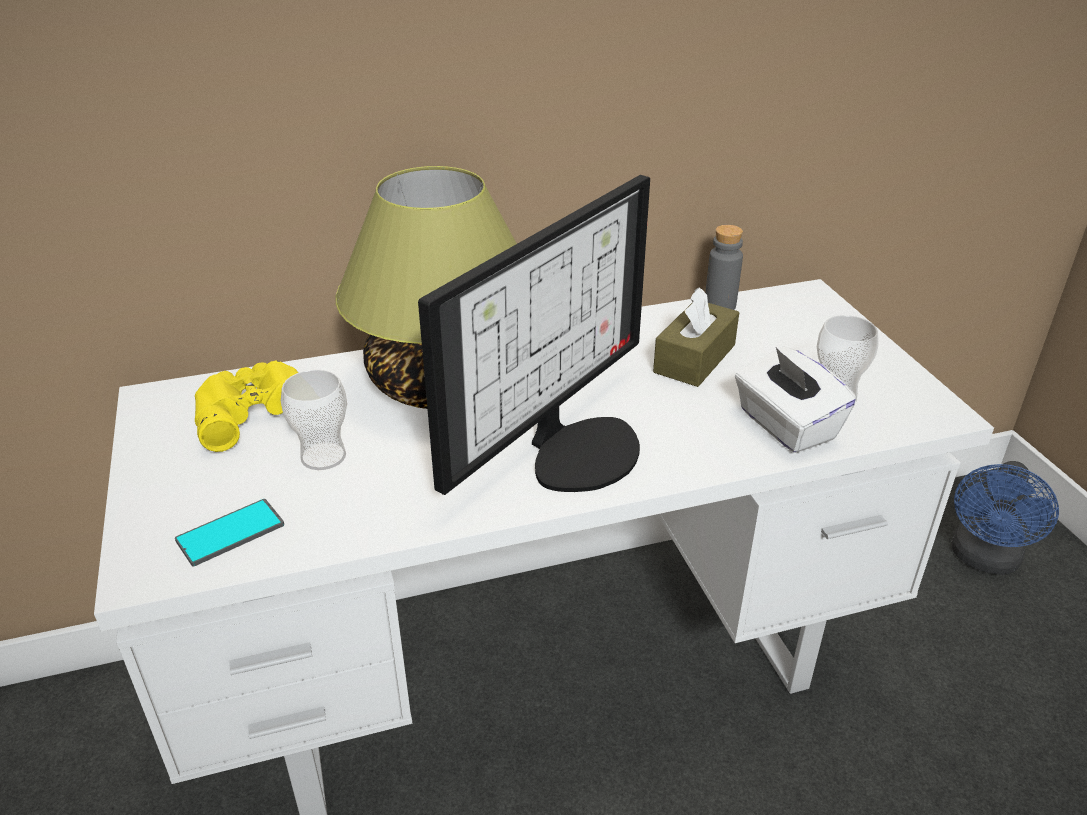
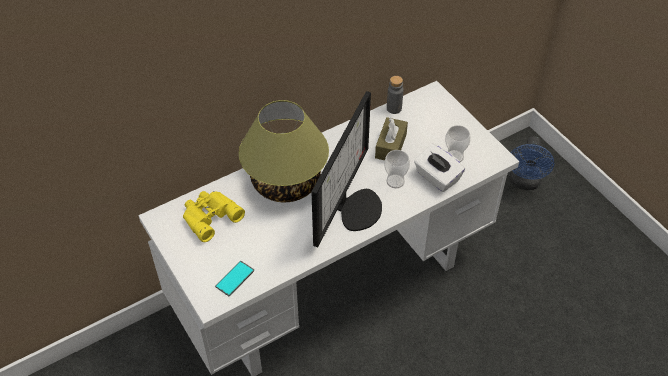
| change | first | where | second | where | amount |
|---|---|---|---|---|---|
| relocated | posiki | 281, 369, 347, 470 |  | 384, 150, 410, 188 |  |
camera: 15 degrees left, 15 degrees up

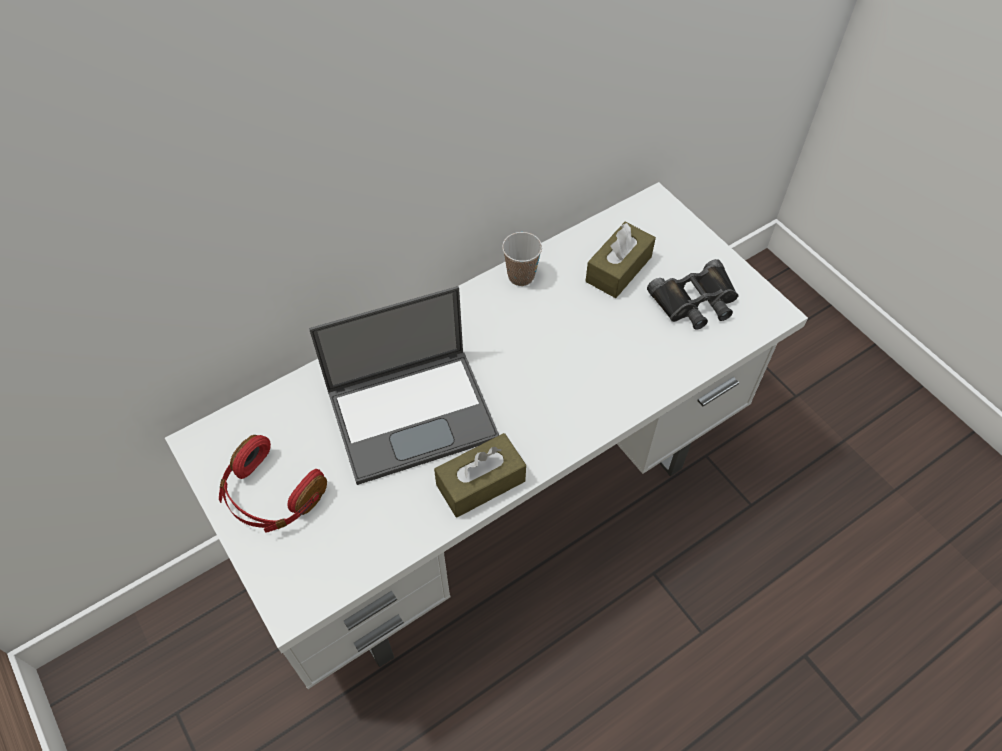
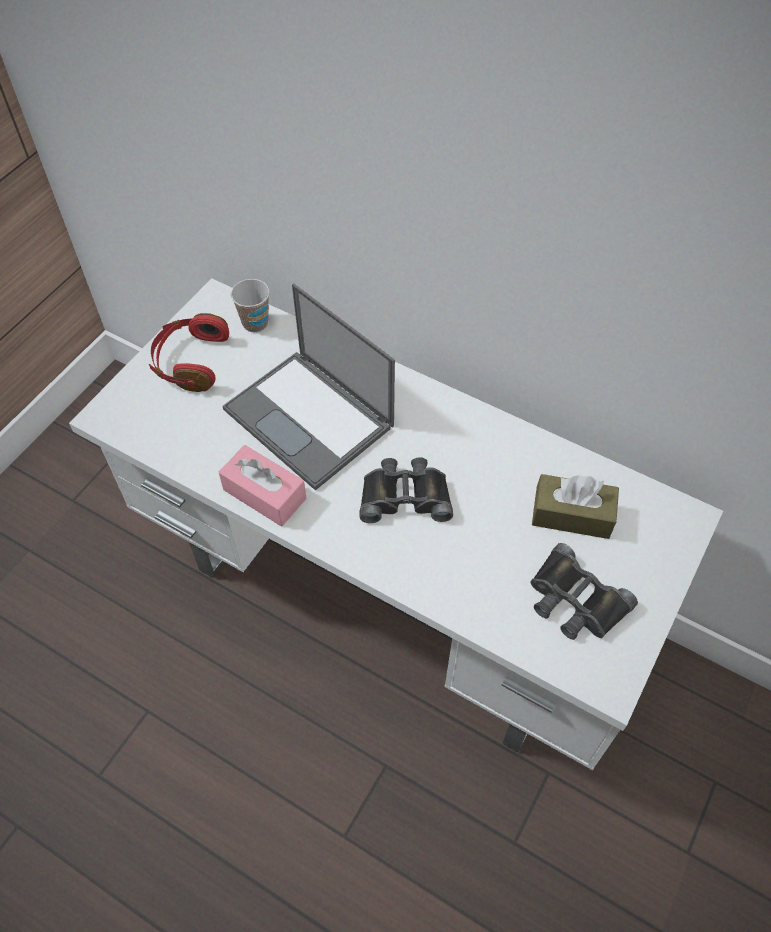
| change | first | where | second | where | amount |
|---|---|---|---|---|---|
| colour | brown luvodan | 434, 433, 526, 518 | pink luvodan | 219, 445, 307, 526 |  |
| relocated | posiki | 502, 232, 542, 286 |  | 231, 279, 270, 332 |  |
| appeared |  |  | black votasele | 360, 457, 453, 523 |  |
camera: 65 degrees right, 0 degrees up

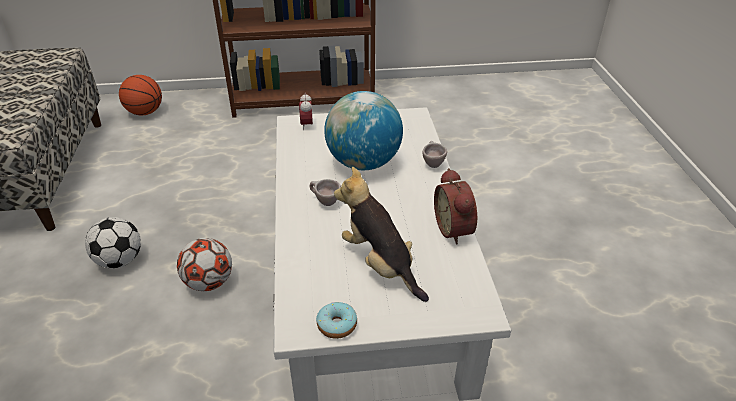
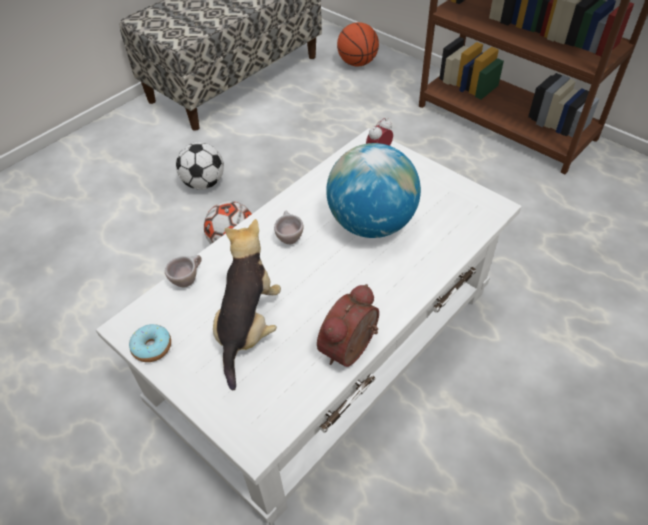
| change | first | where | second | where | amount |
|---|---|---|---|---|---|
| relocated | beige posiki | 422, 141, 447, 168 |  | 165, 255, 202, 288 |  |
camera: 50 degrees right, 10 degrees up

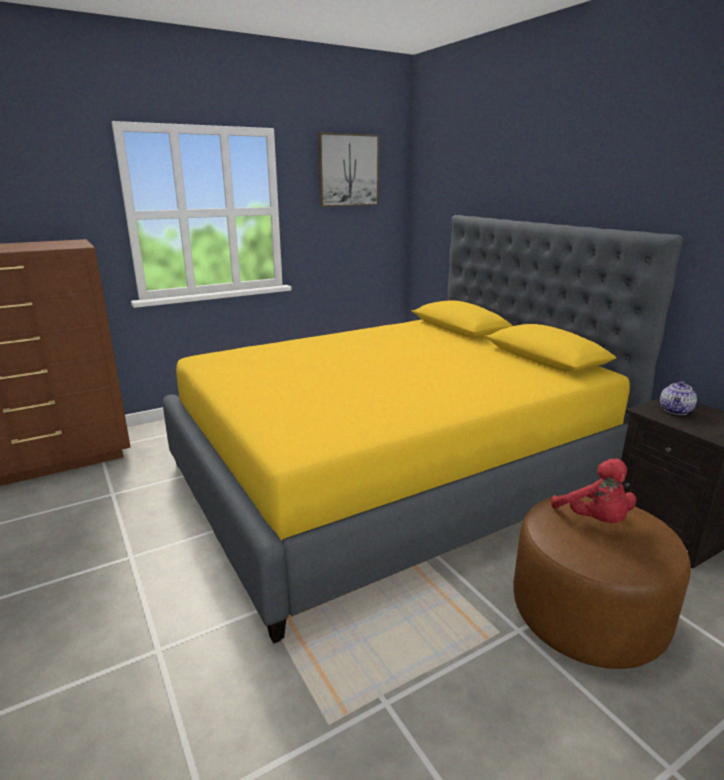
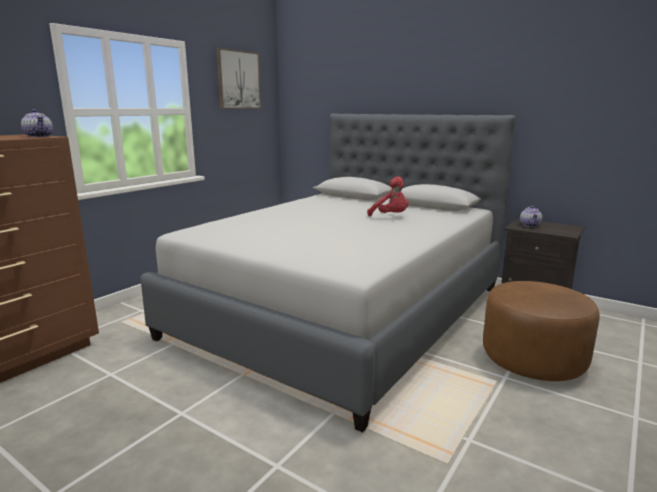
| change | first | where | second | where | amount |
|---|---|---|---|---|---|
| colour | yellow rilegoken | 163, 215, 683, 643 | grey rilegoken | 141, 114, 515, 432 |  |
| relocated | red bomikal | 551, 459, 636, 523 |  | 367, 176, 409, 216 |  |
| appeared |  |  | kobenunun | 21, 109, 53, 137 |  |
camera: 25 degrees left, 5 degrees down

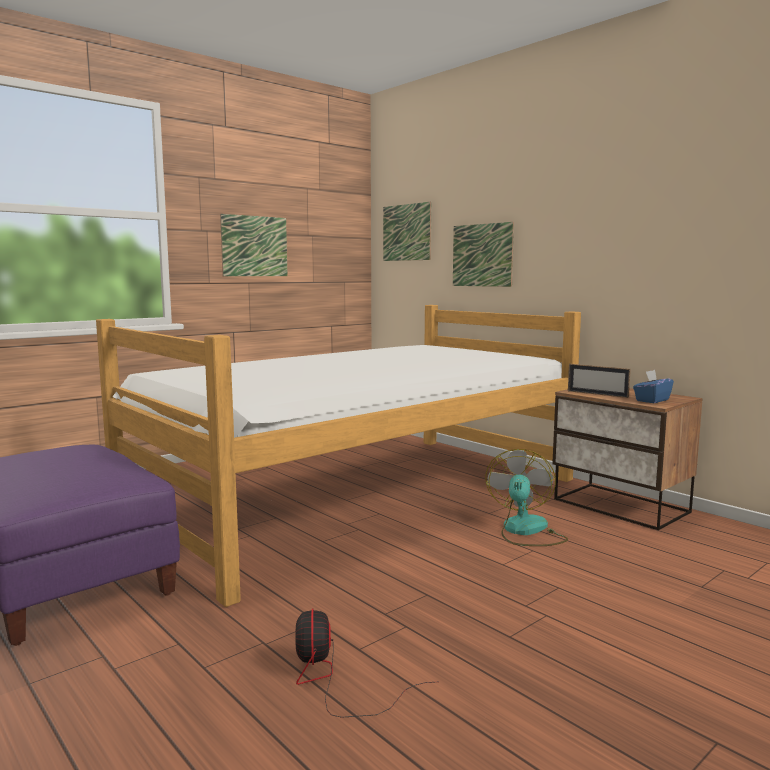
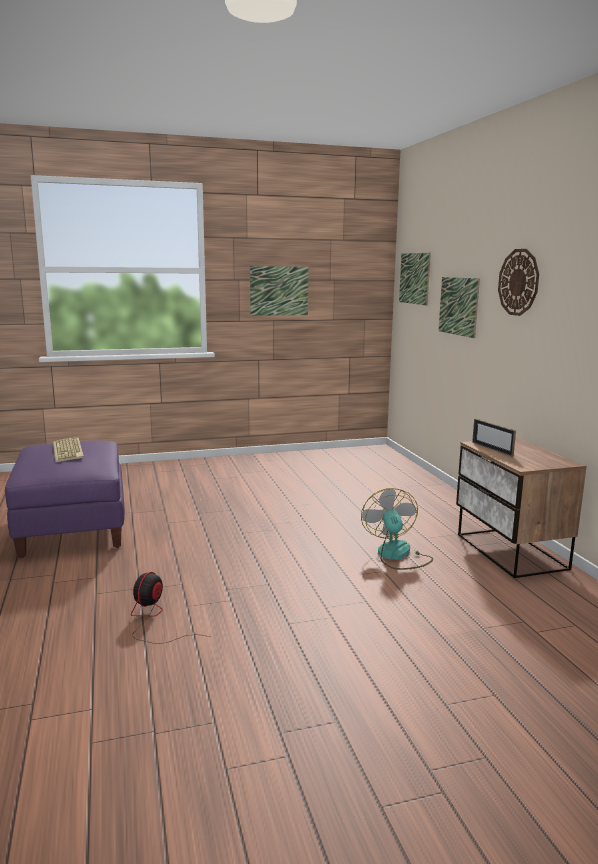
| change | first | where | second | where | amount |
|---|---|---|---|---|---|
| missing | rilegoken | 96, 305, 581, 607 |  |  |  |
| spun | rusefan | 485, 449, 568, 546 |  | 361, 488, 433, 570 | 45 degrees counterclockwise |
| missing | blue luvodan | 633, 370, 674, 403 |  |  |  |
| appeared |  |  | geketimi | 53, 437, 84, 462 |  |
| appeared |  |  | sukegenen | 498, 249, 539, 316 |  |
camera: 25 degrees right, 5 degrees up

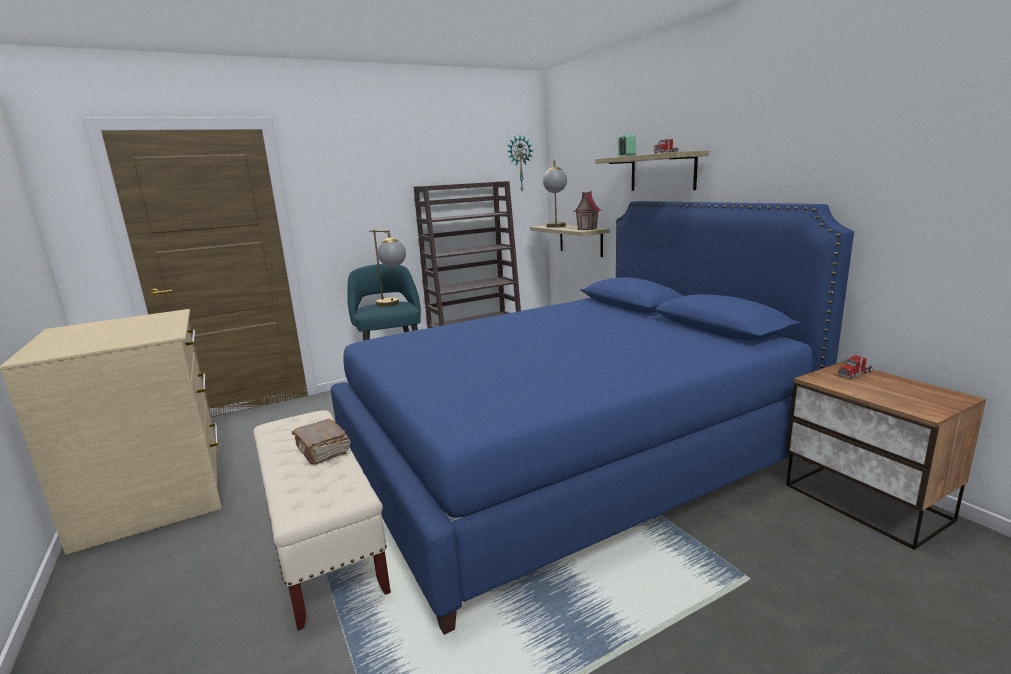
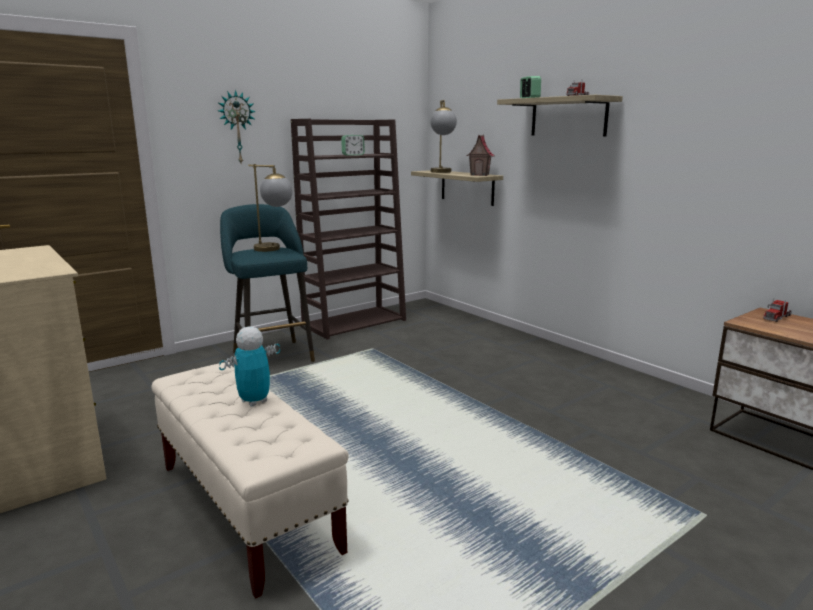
| change | first | where | second | where | amount |
|---|---|---|---|---|---|
| exchanged | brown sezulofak | 292, 419, 351, 465 | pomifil | 219, 326, 280, 407 |  |
| missing | blue rilegoken | 331, 201, 854, 635 |  |  |  |
| relocated | sukegenen | 507, 136, 533, 191 |  | 218, 90, 256, 163 |  |
| appeared |  |  | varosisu | 341, 135, 365, 156 |  |
camera: 10 degrees left, 0 degrees up

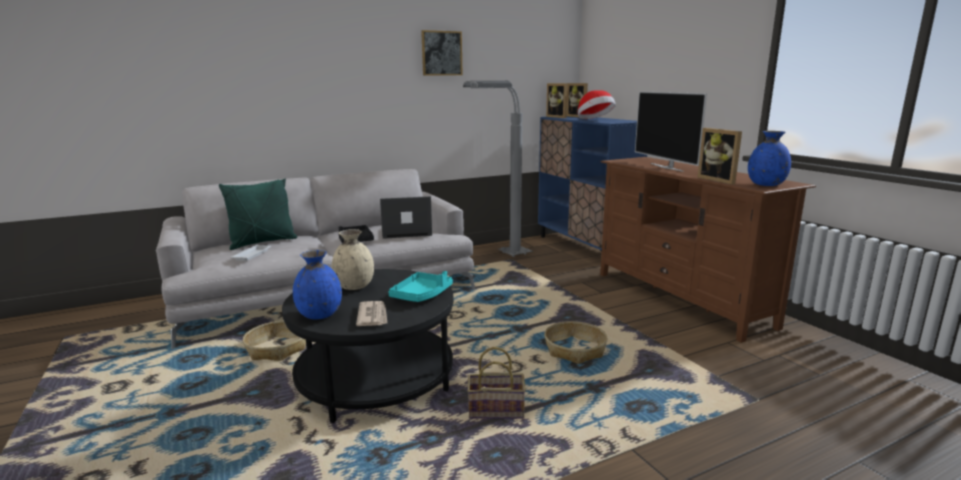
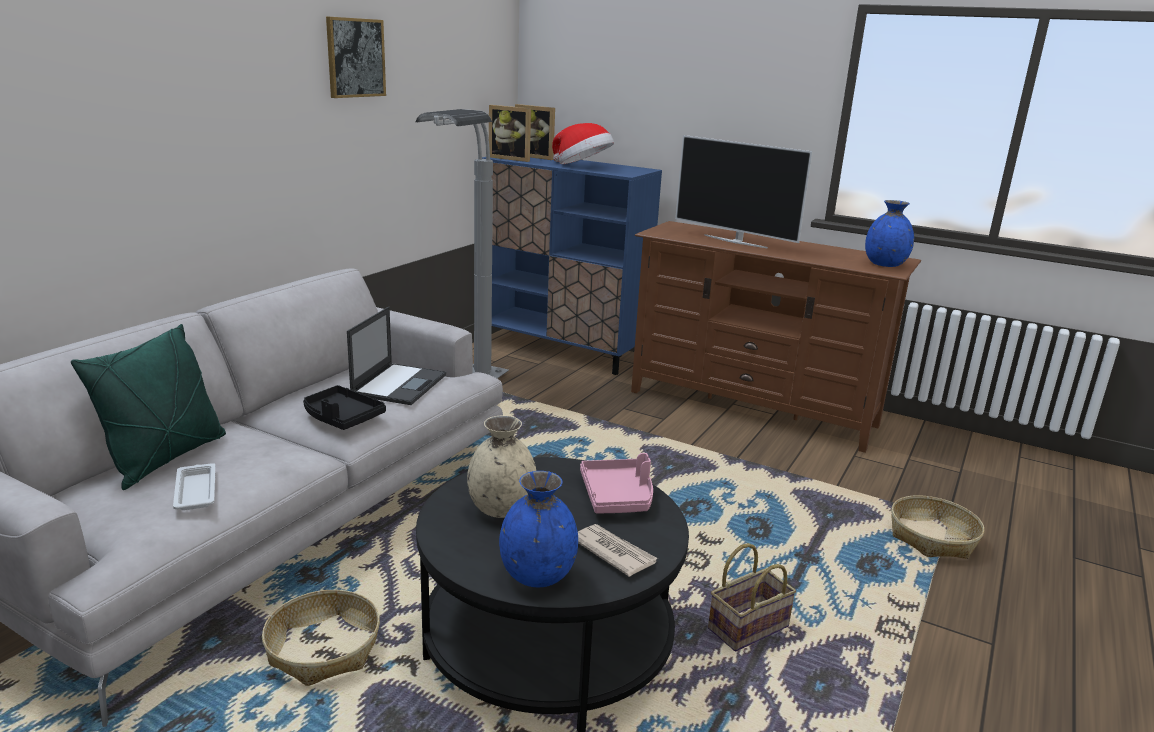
| change | first | where | second | where | amount |
|---|---|---|---|---|---|
| spun | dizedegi | 380, 196, 432, 239 |  | 347, 307, 446, 405 | 150 degrees clockwise |
| colour | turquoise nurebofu | 388, 271, 453, 302 | pink nurebofu | 580, 453, 653, 514 |  |
| relocated | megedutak | 544, 321, 607, 364 |  | 891, 495, 984, 559 |  |
| missing | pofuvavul | 698, 128, 742, 185 |  |  |  |
camera: 35 degrees left, 5 degrees up

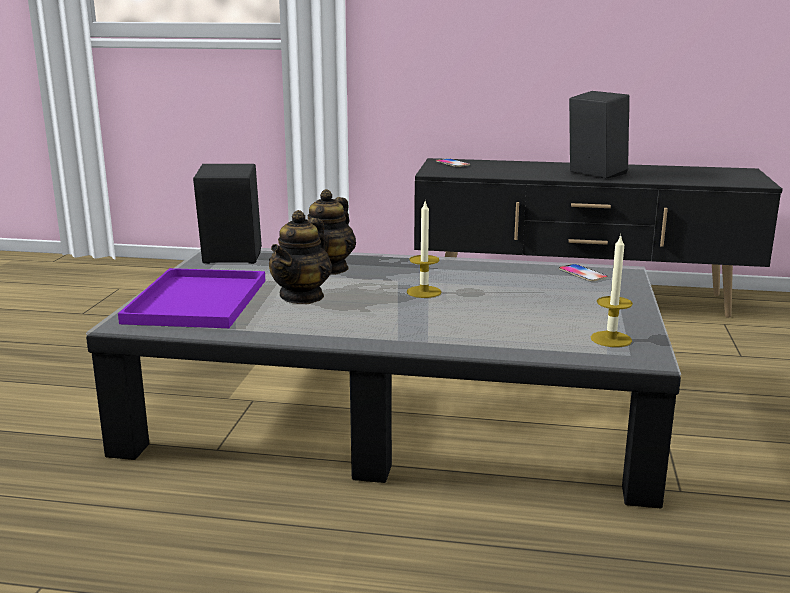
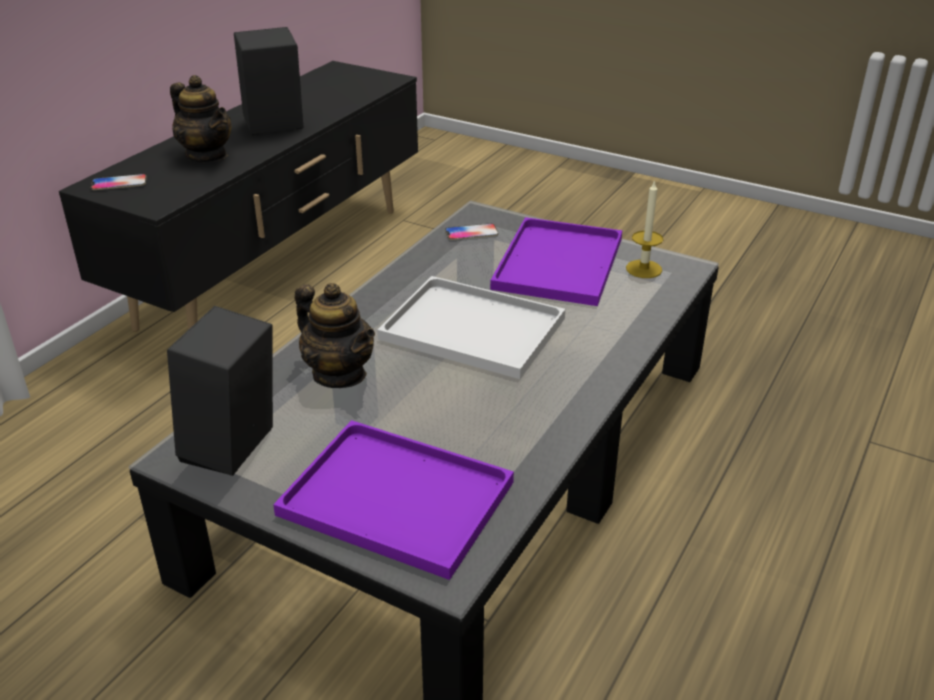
| change | first | where | second | where | amount |
|---|---|---|---|---|---|
| relocated | kobenunun | 269, 210, 332, 304 |  | 170, 75, 232, 163 |  |
| exchanged | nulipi | 407, 202, 442, 298 | white nurebofu | 377, 276, 565, 379 |  |
| appeared |  |  | purple nurebofu | 490, 217, 622, 306 |  |
camera: 70 degrees left, 15 degrees up

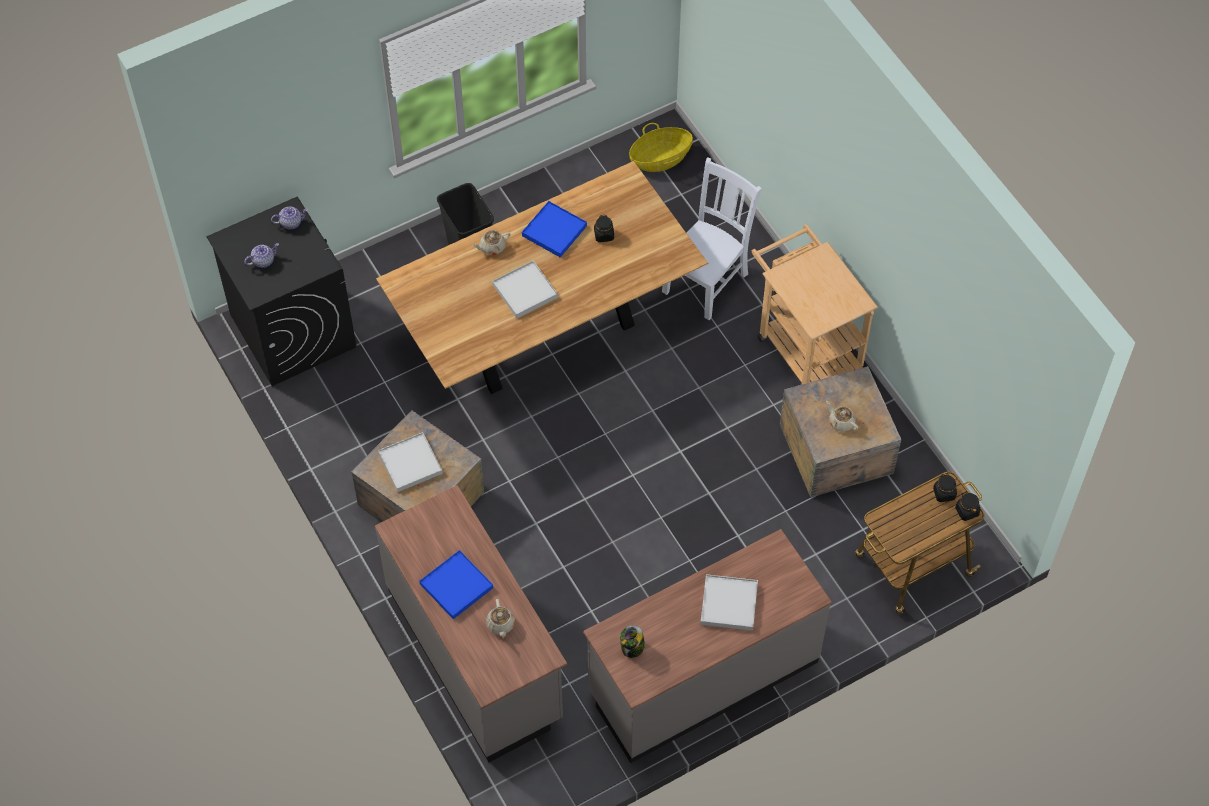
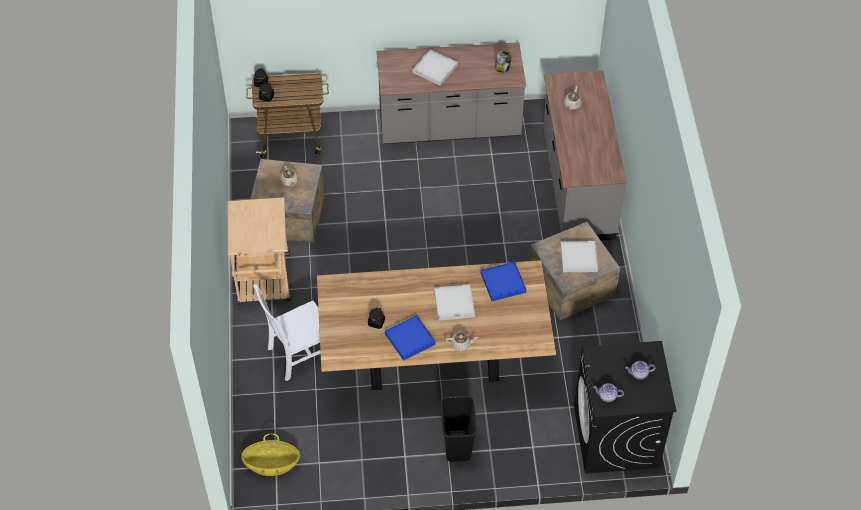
| change | first | where | second | where | amount |
|---|---|---|---|---|---|
| relocated | blue nurebofu | 420, 550, 493, 619 |  | 481, 262, 526, 301 |  |
camera: 155 degrees left, 5 degrees down

